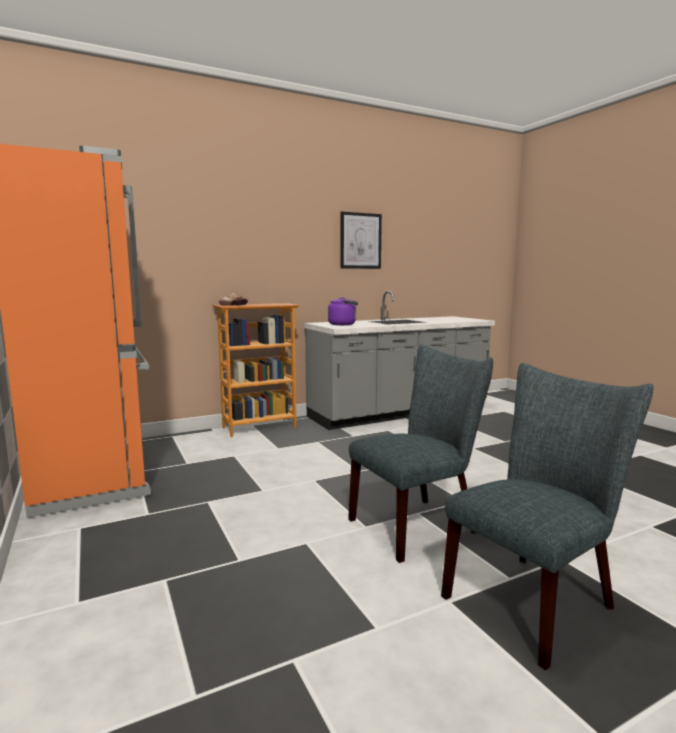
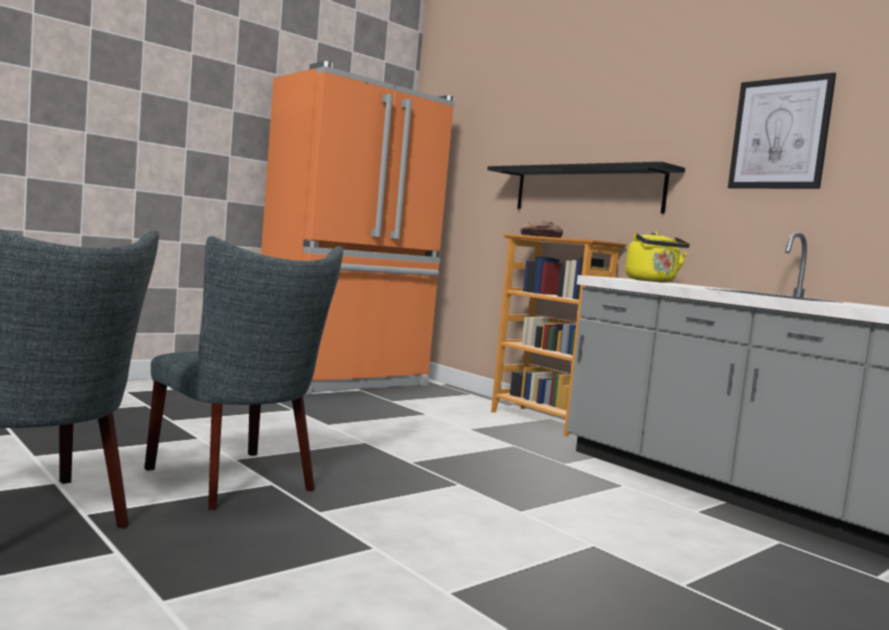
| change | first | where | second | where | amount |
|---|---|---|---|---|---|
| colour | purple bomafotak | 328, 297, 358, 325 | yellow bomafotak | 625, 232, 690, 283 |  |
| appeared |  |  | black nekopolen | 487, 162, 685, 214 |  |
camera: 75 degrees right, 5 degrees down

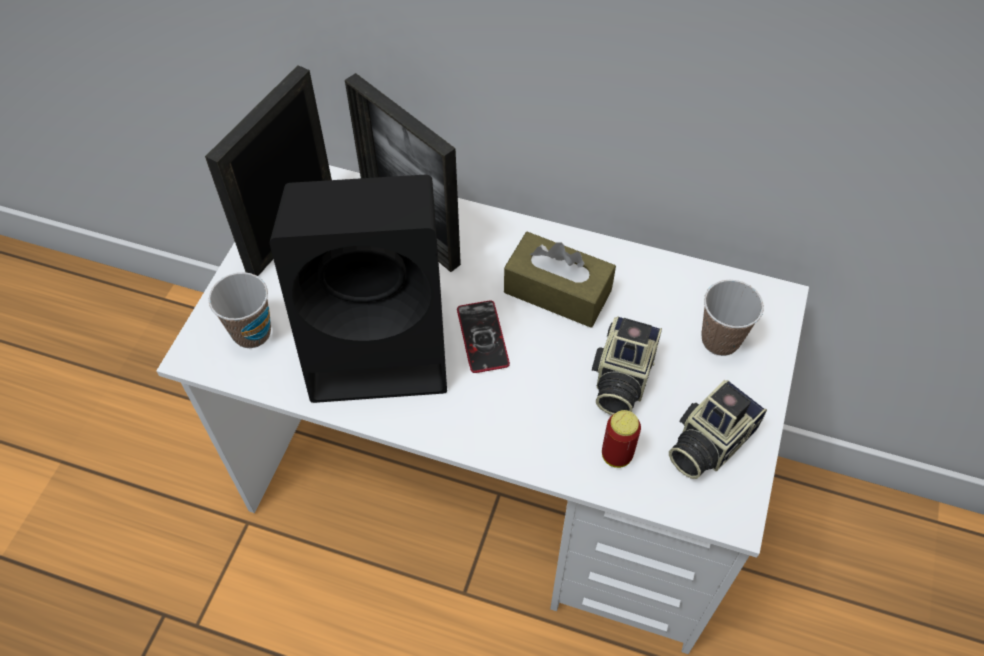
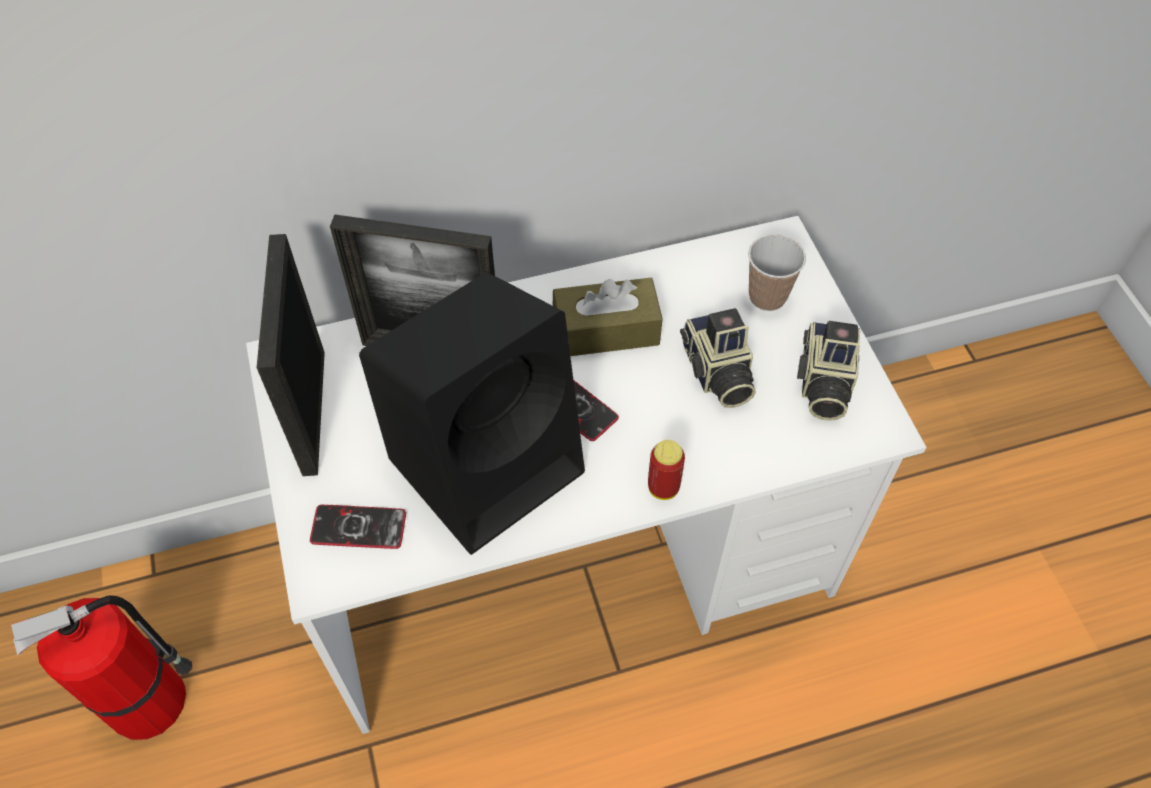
| change | first | where | second | where | amount |
|---|---|---|---|---|---|
| exchanged | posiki | 208, 272, 271, 348 | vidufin | 310, 505, 406, 549 |  |
| relocated | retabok | 602, 410, 641, 468 |  | 648, 440, 685, 500 |  |
| appeared |  |  | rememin | 11, 595, 192, 740 |  |
camera: 35 degrees left, 0 degrees up

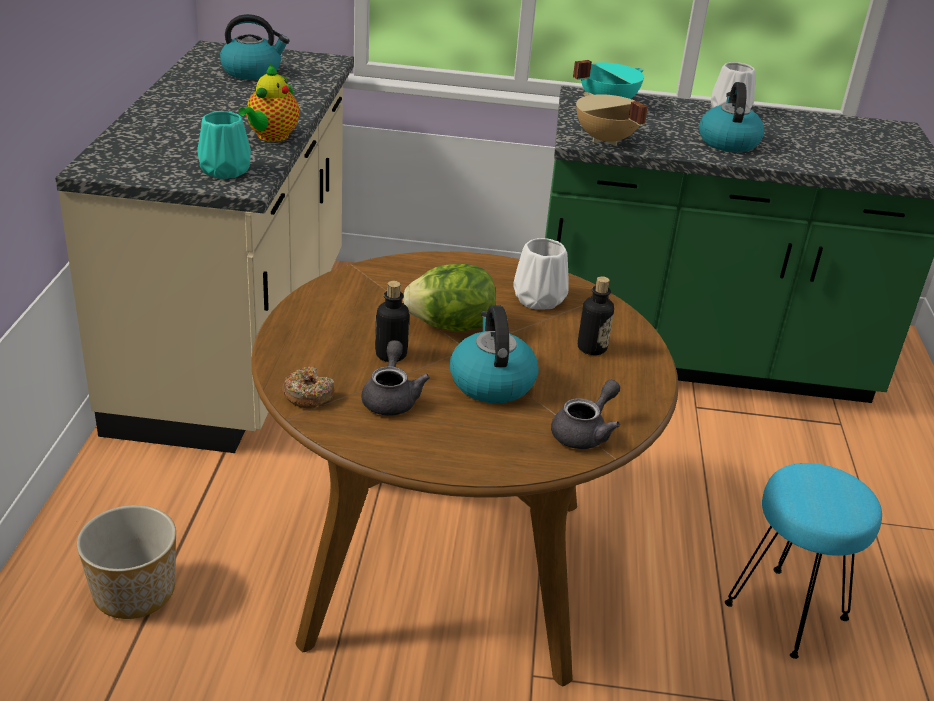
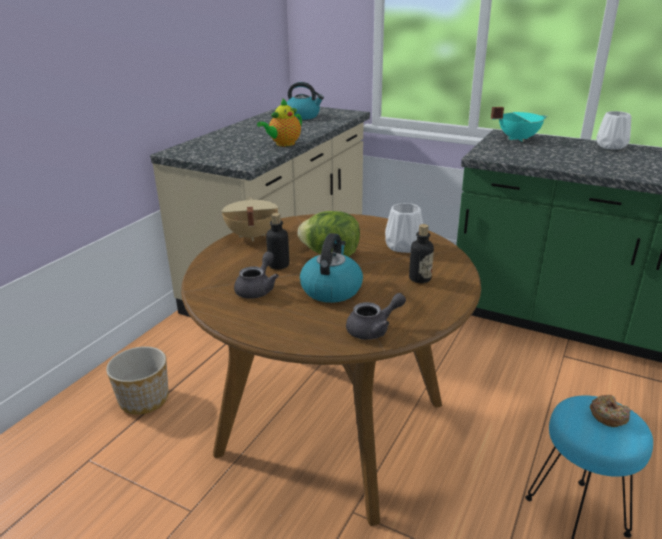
| change | first | where | second | where | amount |
|---|---|---|---|---|---|
| missing | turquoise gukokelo | 197, 111, 251, 179 |  |  |  |
| relocated | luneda | 282, 367, 335, 409 |  | 590, 395, 631, 427 |  |
| relocated | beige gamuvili | 576, 92, 648, 146 |  | 221, 197, 279, 241 |  |
| missing | bomafotak | 699, 82, 764, 152 |  |  |  |
camera: 25 degrees right, 5 degrees down

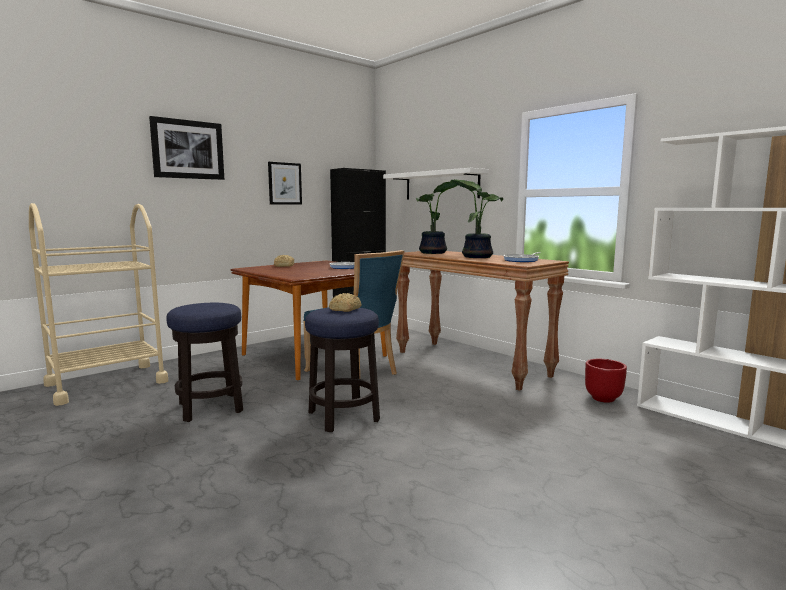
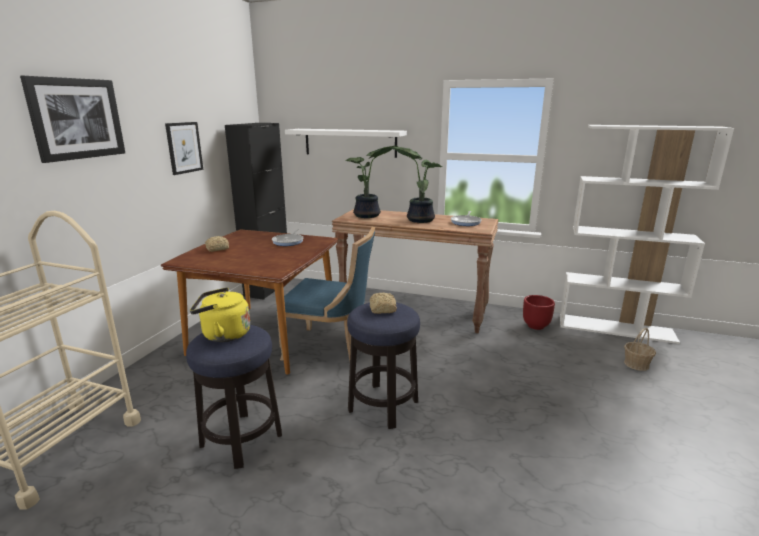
| change | first | where | second | where | amount |
|---|---|---|---|---|---|
| appeared |  |  | yellow bomafotak | 190, 287, 250, 342 |  |
| appeared |  |  | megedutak | 624, 328, 656, 371 |  |
camera: 30 degrees left, 10 degrees up

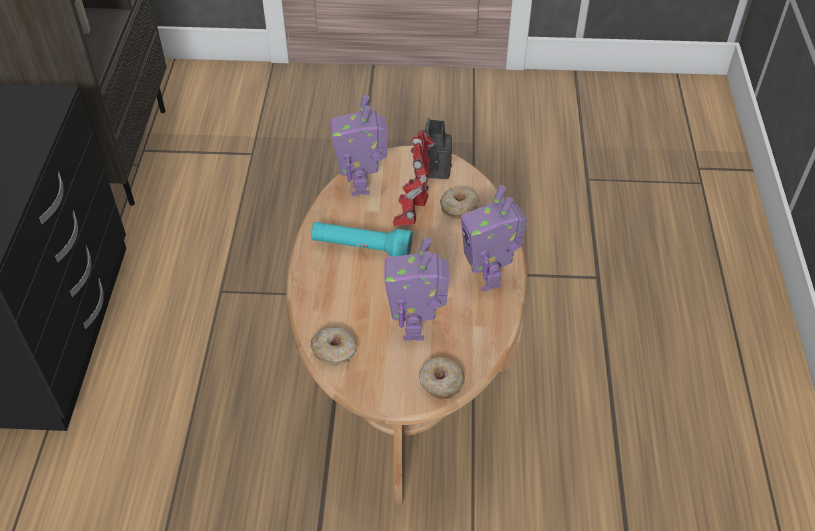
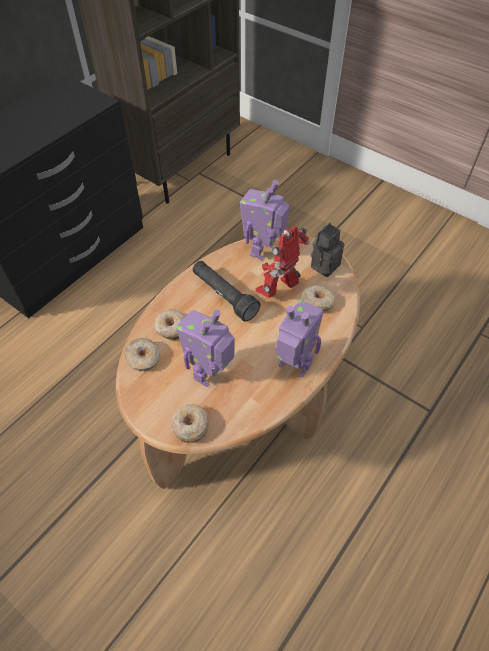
| change | first | where | second | where | amount |
|---|---|---|---|---|---|
| colour | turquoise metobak | 311, 222, 413, 257 | black metobak | 193, 261, 260, 322 |  |
| spun | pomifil | 461, 185, 527, 292 |  | 275, 300, 324, 378 | 105 degrees clockwise |
| appeared |  |  | luneda | 155, 309, 186, 341 |  |
camera: 35 degrees right, 5 degrees up

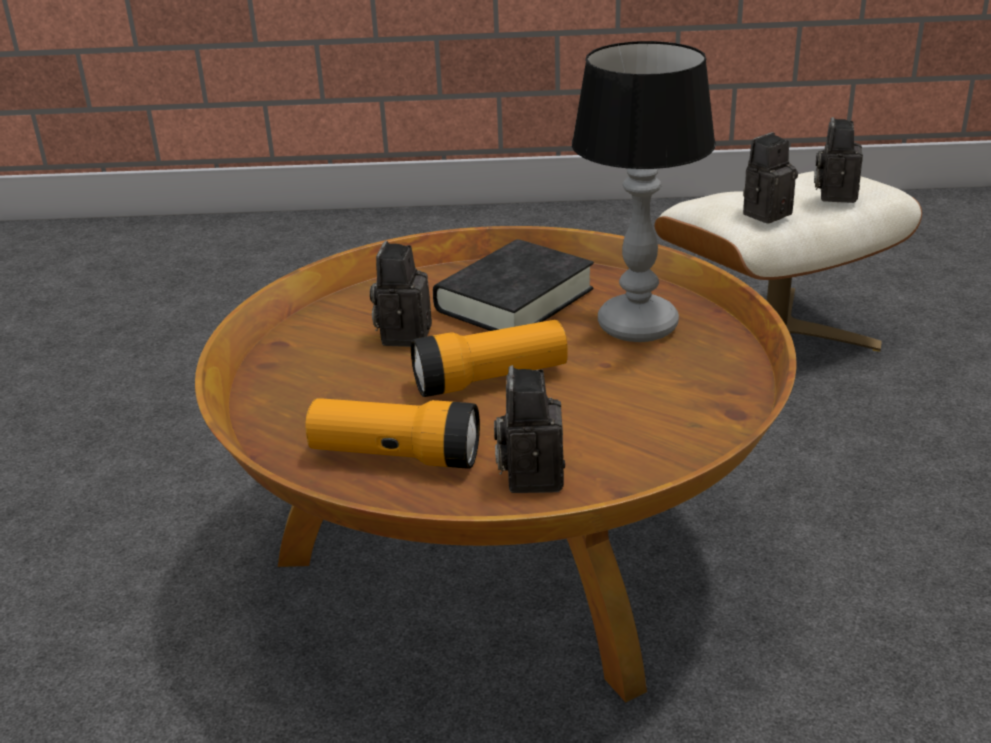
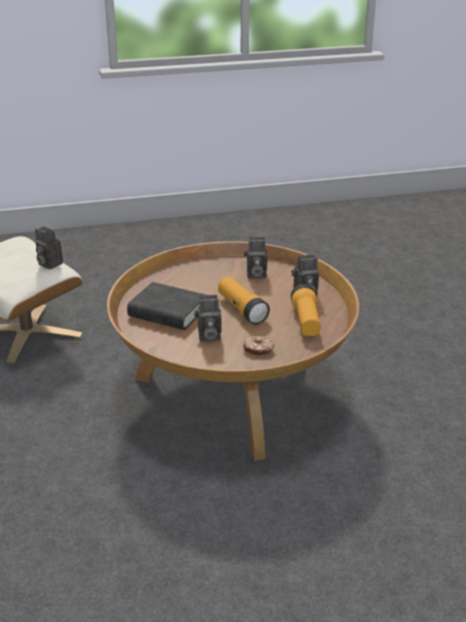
| change | first | where | second | where | amount |
|---|---|---|---|---|---|
| missing | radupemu | 572, 41, 716, 342 |  |  |  |
| relocated | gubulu | 814, 117, 863, 203 |  | 244, 237, 267, 279 |  |
| appeared |  |  | luneda | 243, 336, 274, 355 |  |
camera: 105 degrees left, 0 degrees up

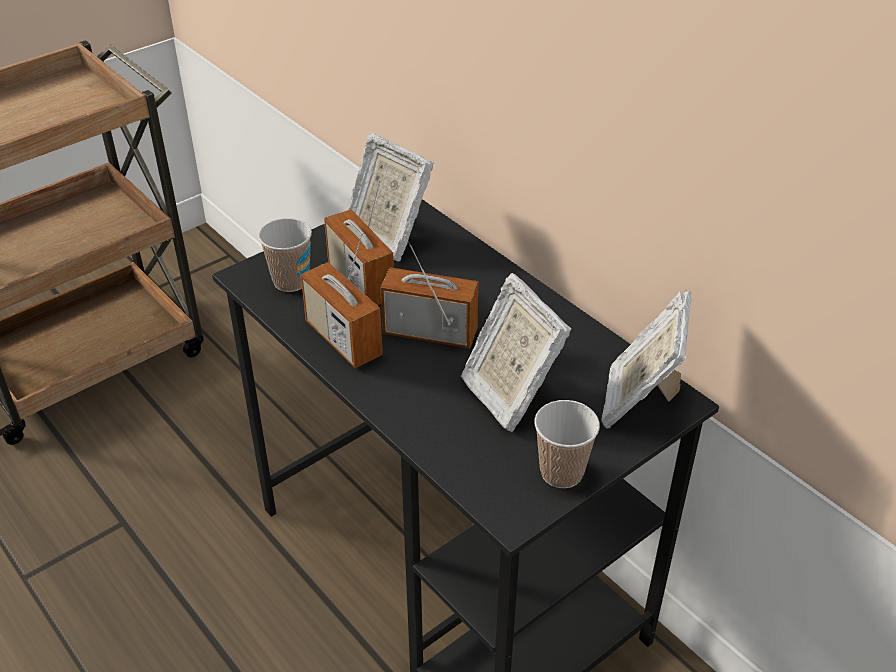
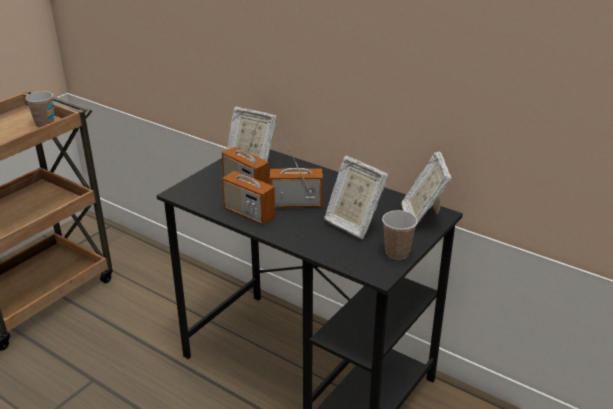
| change | first | where | second | where | amount |
|---|---|---|---|---|---|
| relocated | posiki | 258, 218, 312, 292 |  | 25, 91, 54, 128 |  |
camera: 15 degrees left, 10 degrees down

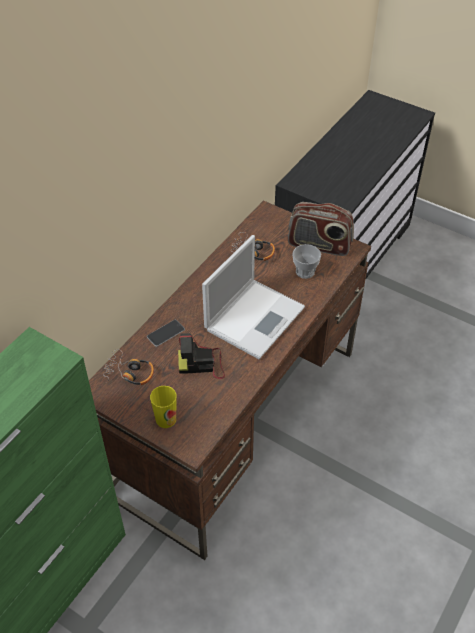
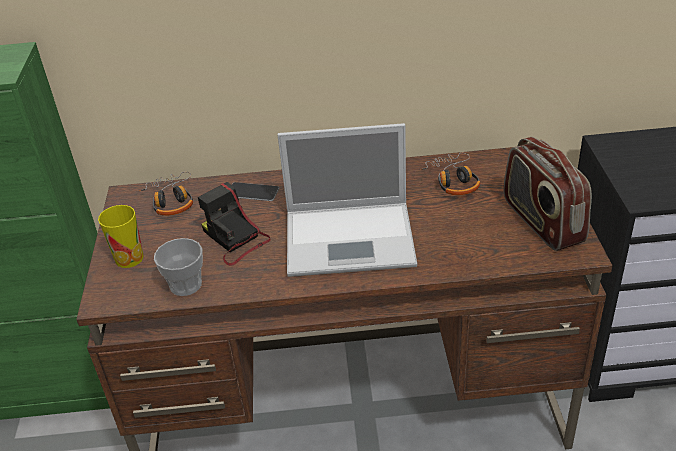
| change | first | where | second | where | amount |
|---|---|---|---|---|---|
| relocated | posiki | 292, 244, 321, 279 |  | 154, 238, 203, 296 |  |
camera: 55 degrees right, 10 degrees down

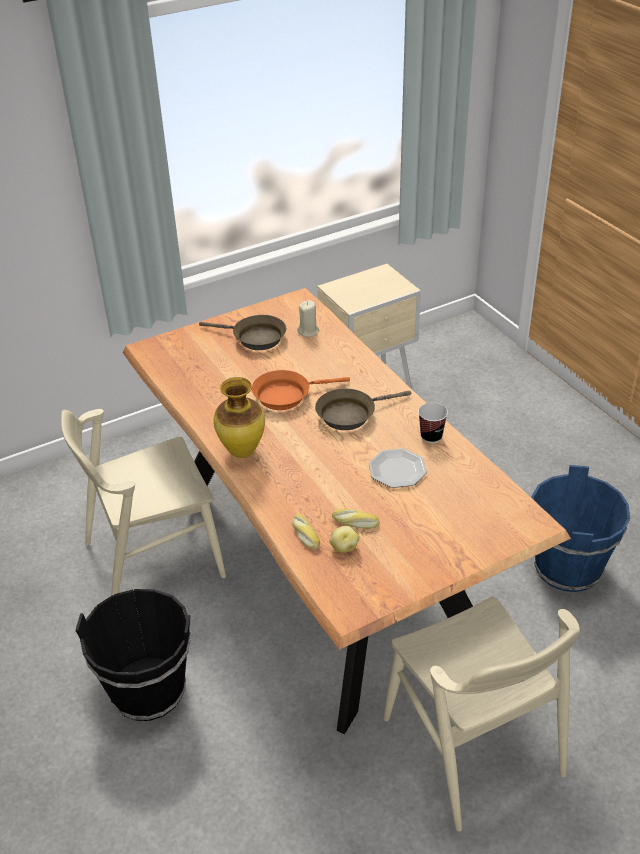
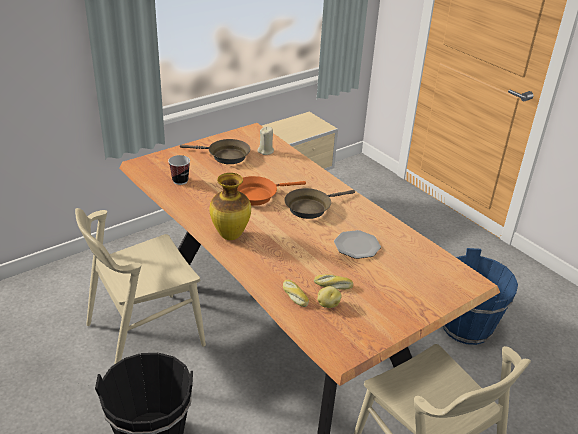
| change | first | where | second | where | amount |
|---|---|---|---|---|---|
| relocated | posiki | 418, 402, 448, 443 |  | 168, 155, 190, 185 |  |
camera: 10 degrees left, 5 degrees down

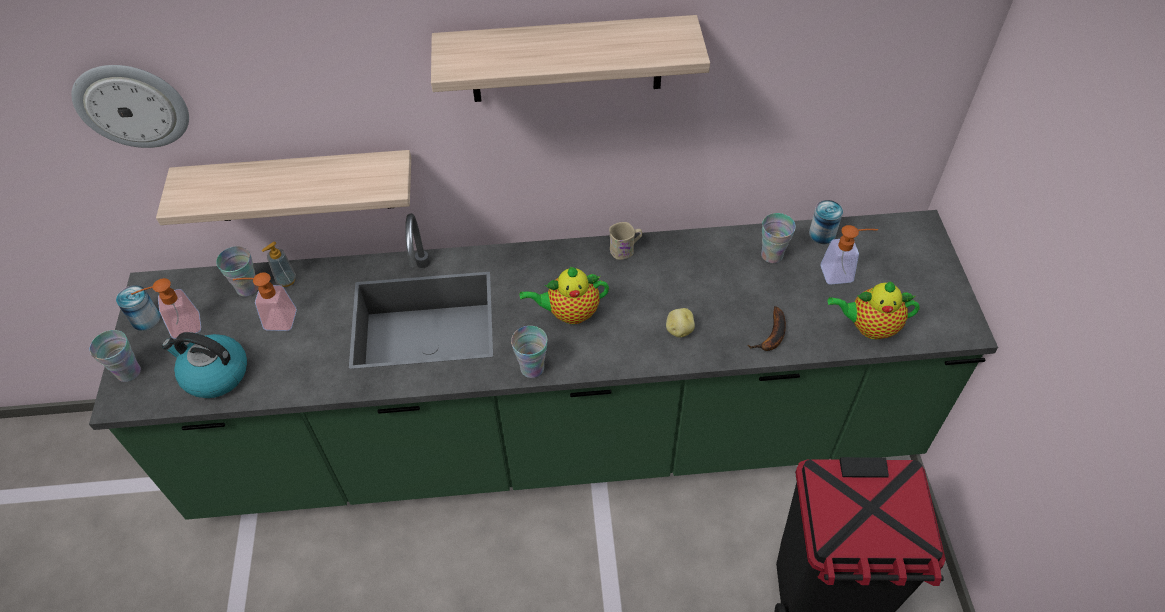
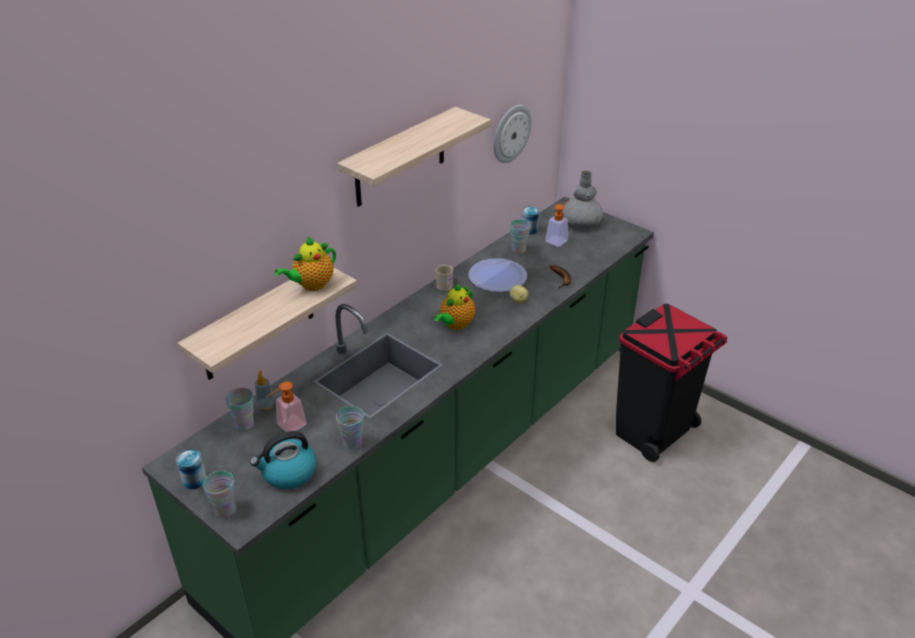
| change | first | where | second | where | amount |
|---|---|---|---|---|---|
| relocated | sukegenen | 71, 65, 189, 148 |  | 494, 105, 532, 163 |  |
| missing | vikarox | 131, 278, 201, 339 |  |  |  |
| relocated | posiki | 511, 326, 548, 378 |  | 336, 406, 364, 450 |  |
| relocated | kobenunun | 828, 281, 920, 339 |  | 274, 237, 336, 291 |  |
| appeared |  |  | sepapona | 468, 258, 527, 292 |  |
| appeared |  |  | grey gukokelo | 562, 171, 603, 229 |  |
camera: 45 degrees left, 15 degrees down

